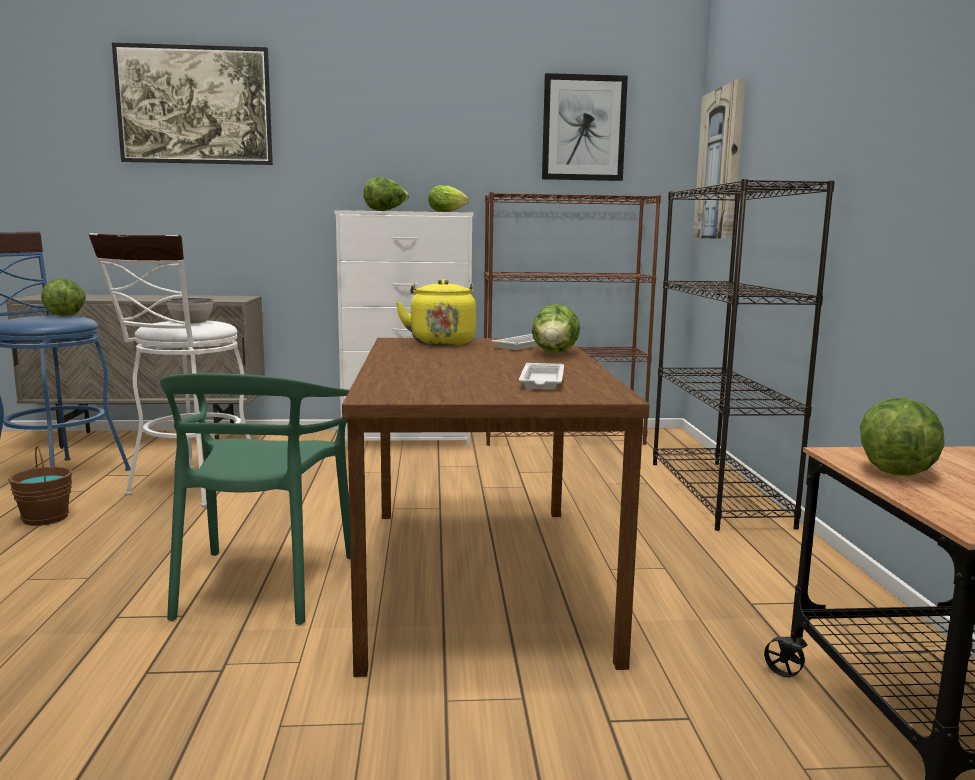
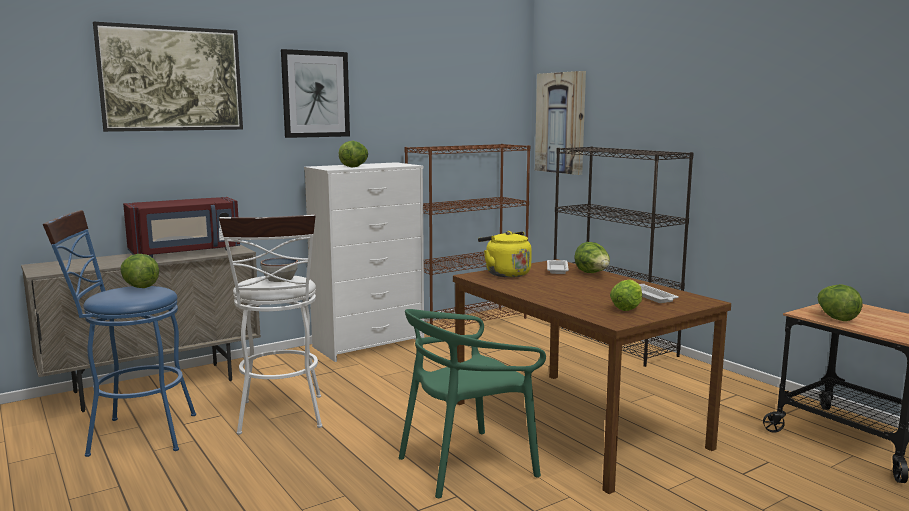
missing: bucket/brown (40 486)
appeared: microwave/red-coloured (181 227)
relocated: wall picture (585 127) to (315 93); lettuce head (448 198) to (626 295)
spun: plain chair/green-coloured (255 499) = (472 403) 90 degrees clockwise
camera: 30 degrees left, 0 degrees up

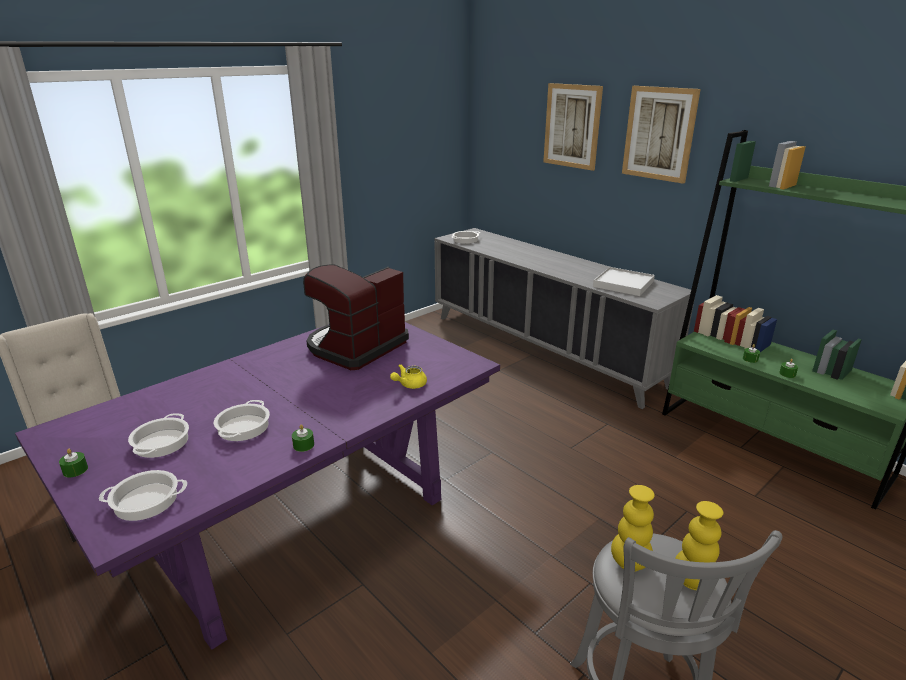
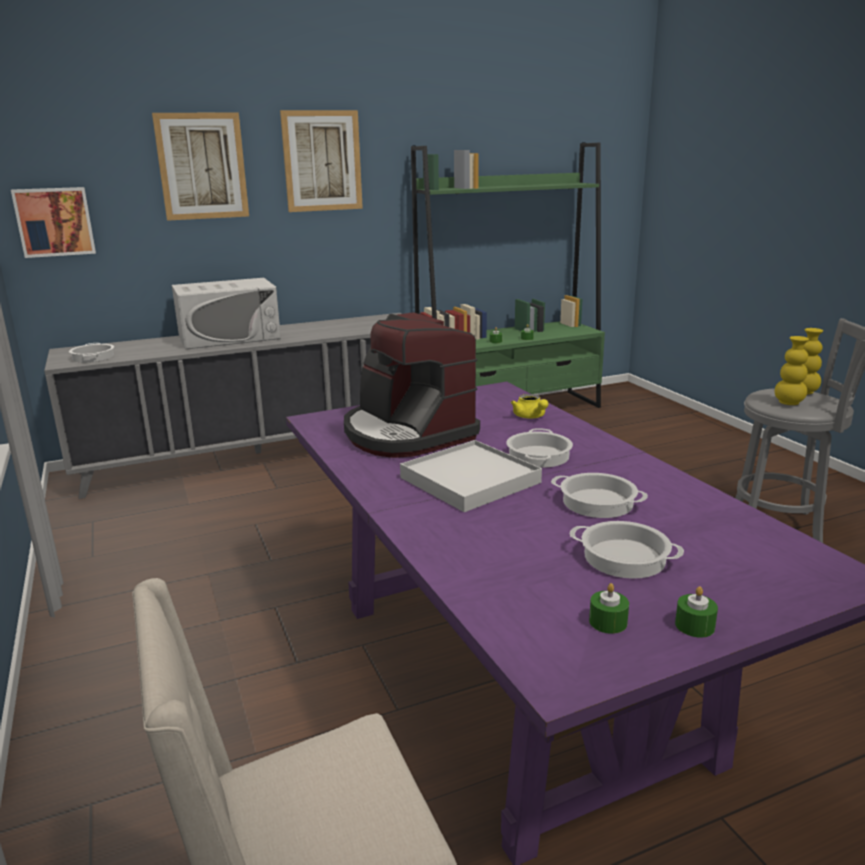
appeared: wall picture (53 222); microwave/white (226 313)
relocated: serving tray/white (624 281) to (471 476); stockpot (143 495) to (540 448); wax candle/green-coloured (303 438) to (609 608)
camera: 70 degrees left, 5 degrees down

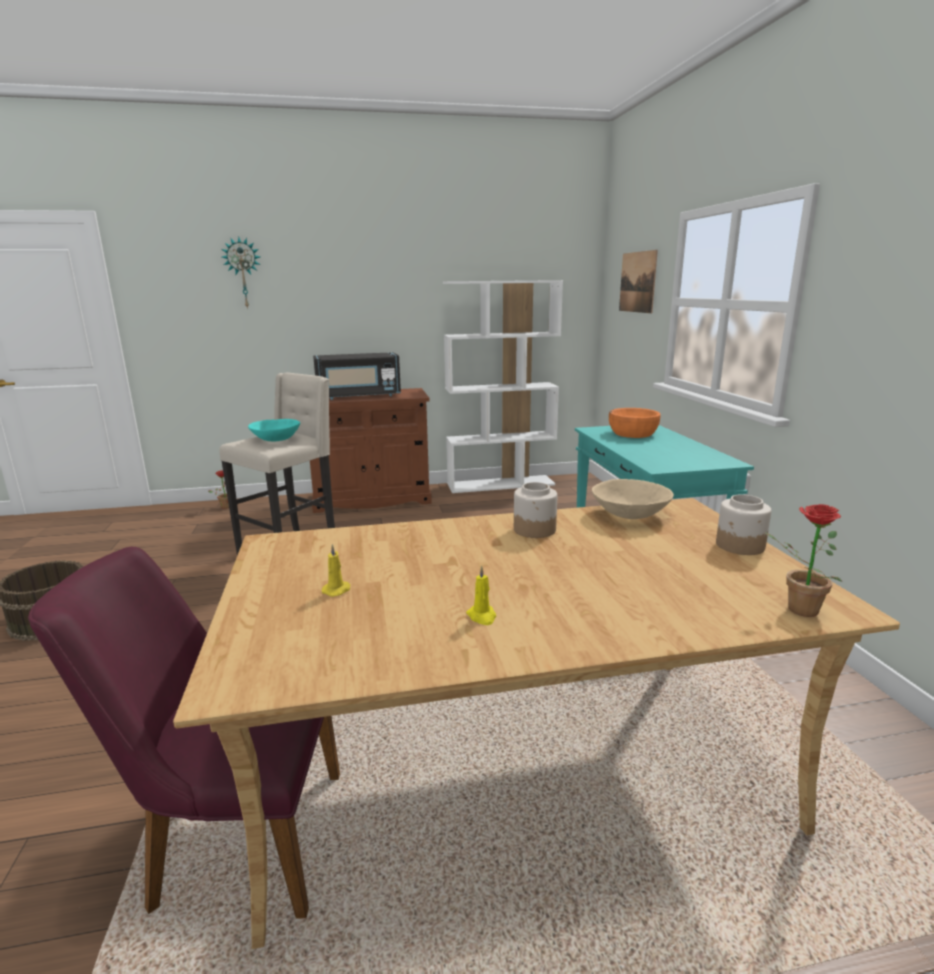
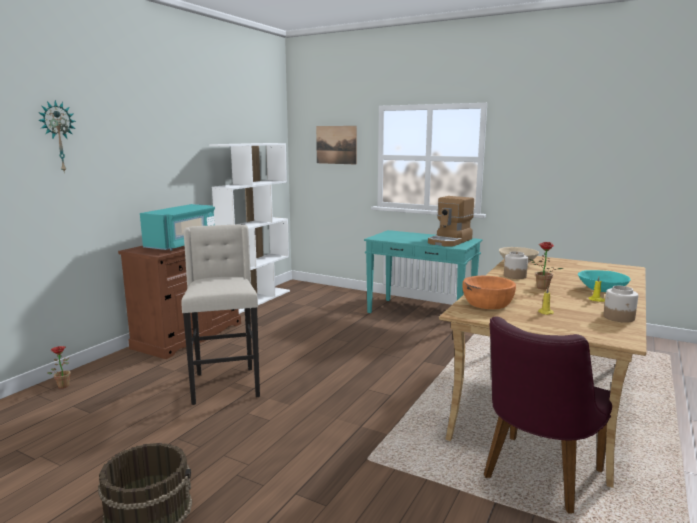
appeared: coffee machine (451 221)
relocated: deep dish/orange (635 423) to (489 292); plant in a pot (804 560) to (546 265); deep dish/turquoise-coloured (274 430) to (604 281); preserve jar (744 524) to (620 304)
colour: microwave/black-coloured (357 376) to microwave/turquoise-coloured (177 227)
camera: 50 degrees left, 5 degrees down

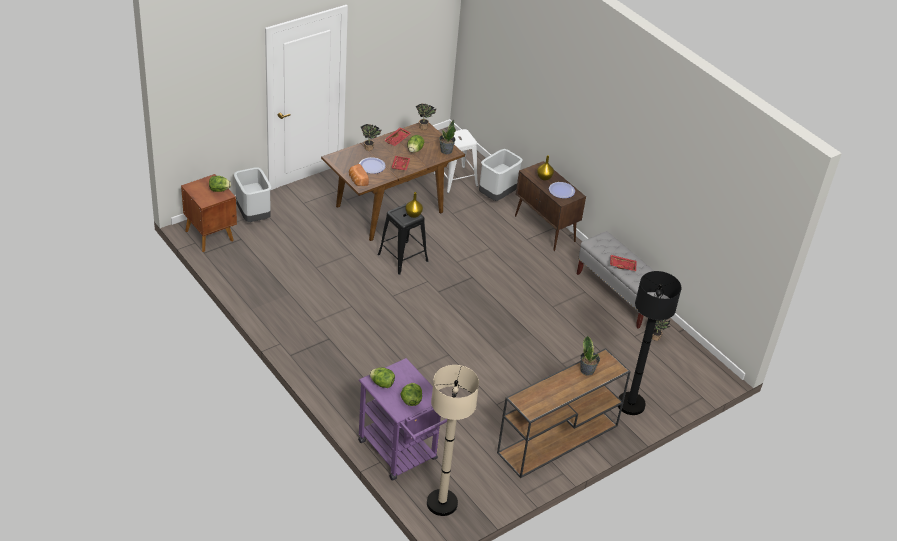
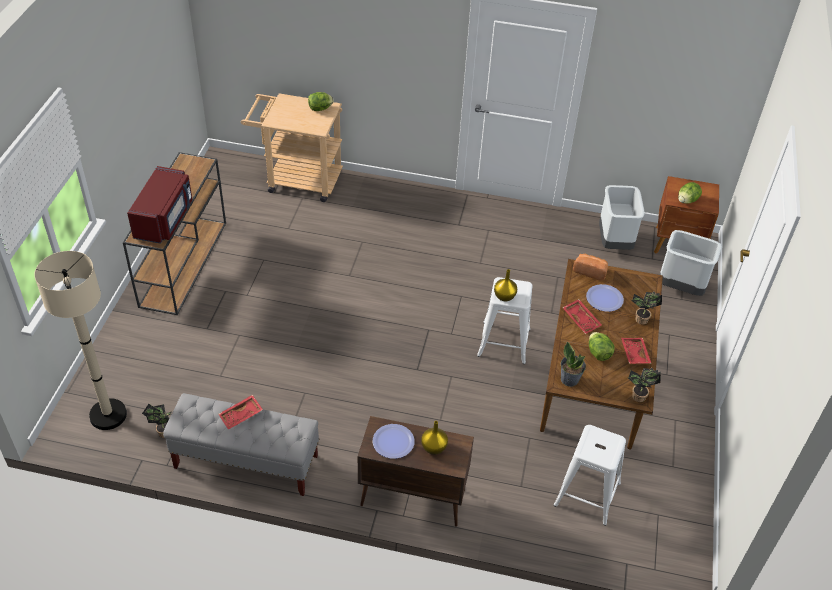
missing: lettuce head (411 394); floor lamp/black-coloured (649 343)
relocated: floor lamp/beige-coloured (453 440) to (80 340); trash can/greyish (501 175) to (621 217)
exchanged: plant in a pot (590 355) to microwave/red-coloured (159 205)
colour: cart/purplish (402 419) to cart/beige-coloured (292 147); stool seat/black-coloured (403 239) to stool seat/white (505 320)
camera: 140 degrees right, 5 degrees up

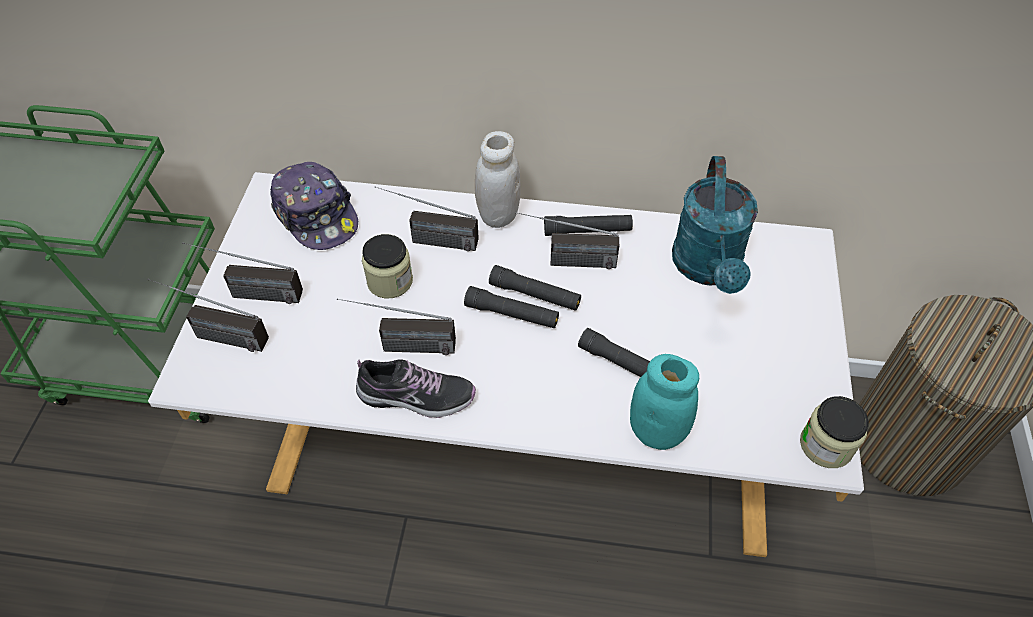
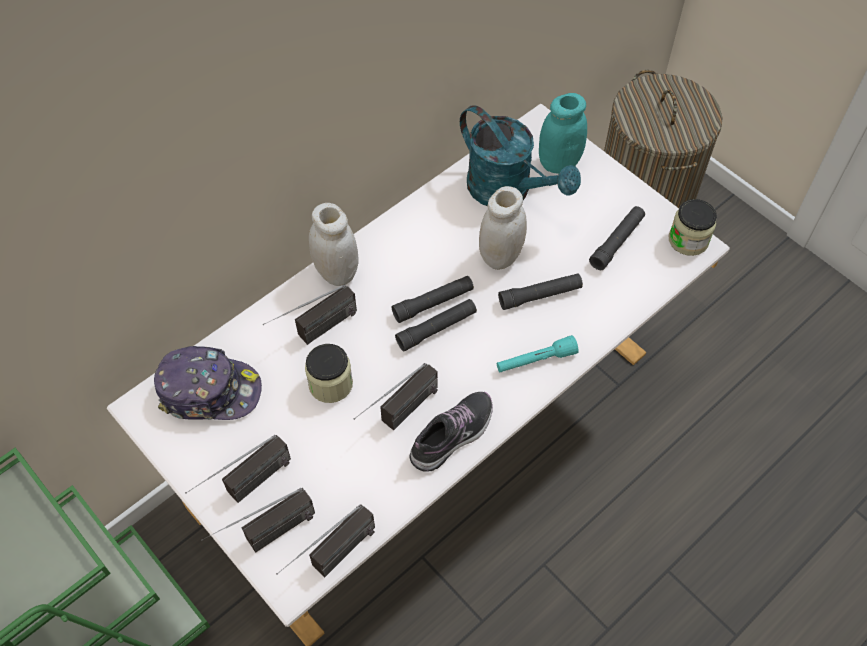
appeared: preserve jar/white (503 228); torch/turquoise-coloured (538 353)
relocated: radio receiver (567 240) to (325 541); preserve jar/turquoise-coloured (664 402) to (563 133); torch/black-coloured (588 225) to (617 238)
camera: 50 degrees left, 5 degrees up

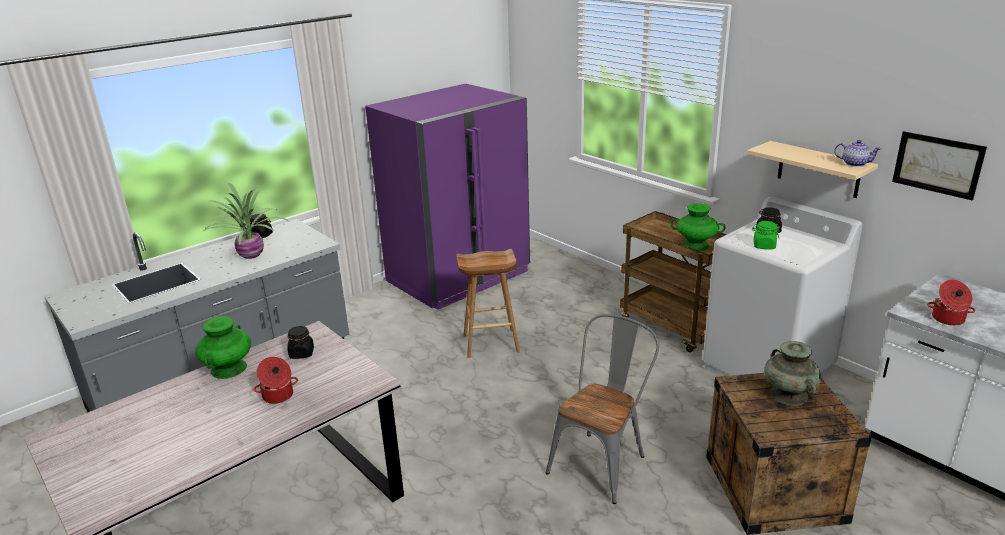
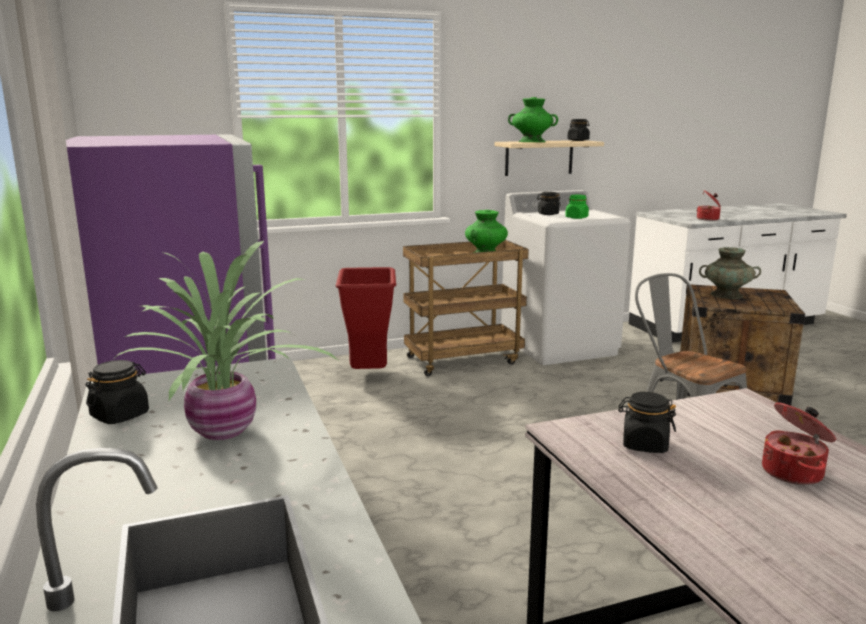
missing: stool seat/brown (488 303); wall picture (939 165)
appeared: trash can/red-coloured (366 318)
relocated: flower vase/green-coloured (223 347) to (533 119)
exchanged: teapot (857 153) to preserve jar/black-coloured (578 130)
camera: 70 degrees left, 10 degrees down

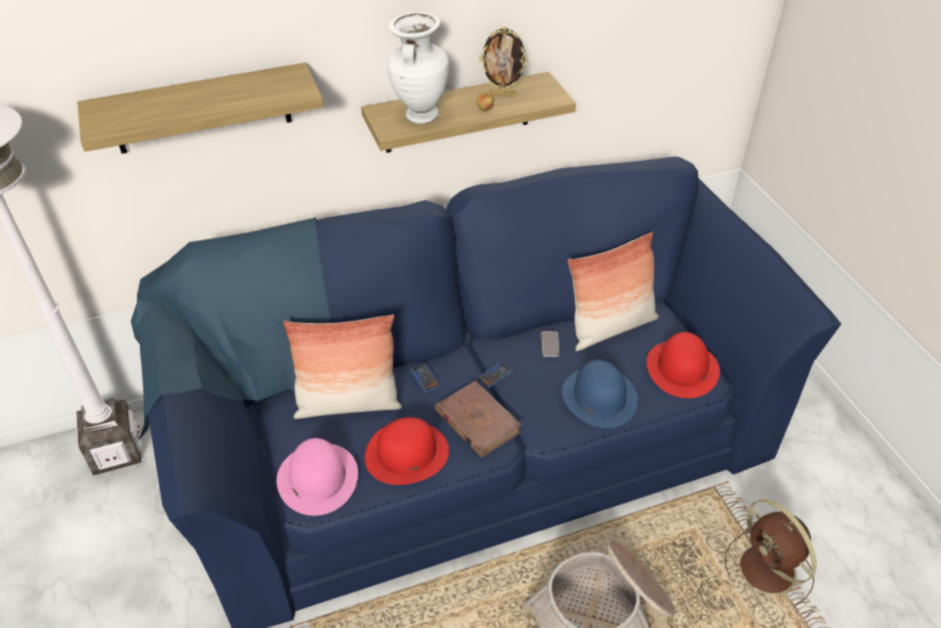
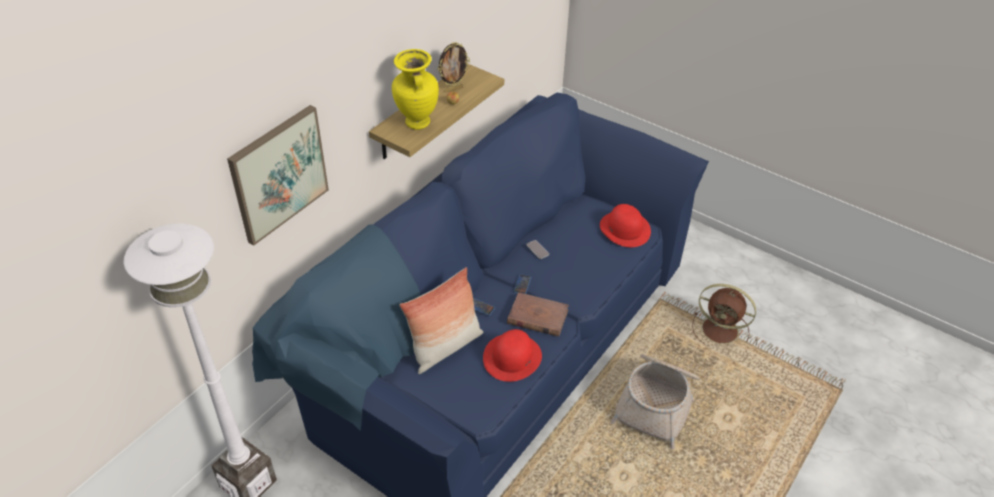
missing: wearable hat/pink (317 477); wearable hat/blue (600 394); pillow (613 291)
exchanged: wall shelf (200 108) to wall picture (278 175)
colour: flower vase/white (418 68) to flower vase/yellowish (415 89)
camera: 35 degrees left, 0 degrees up

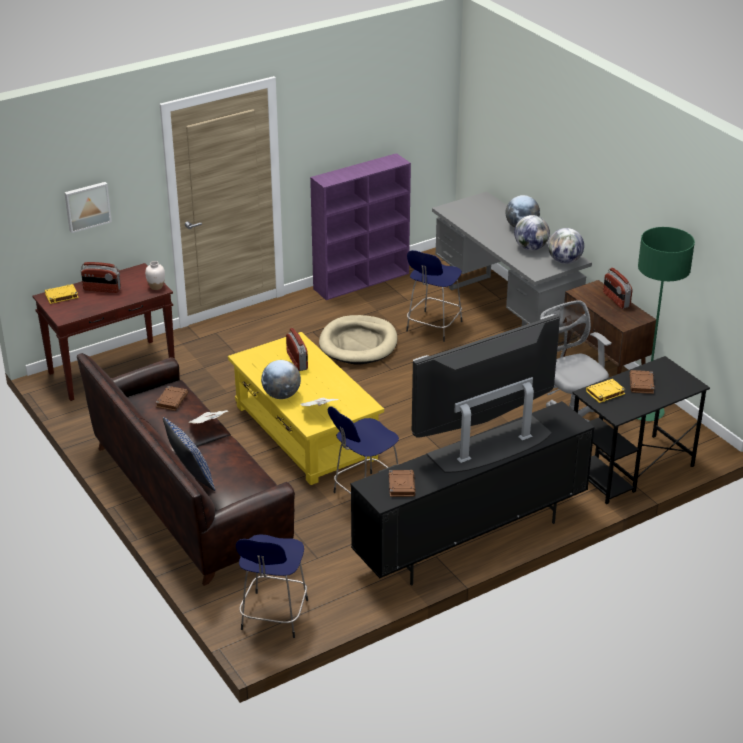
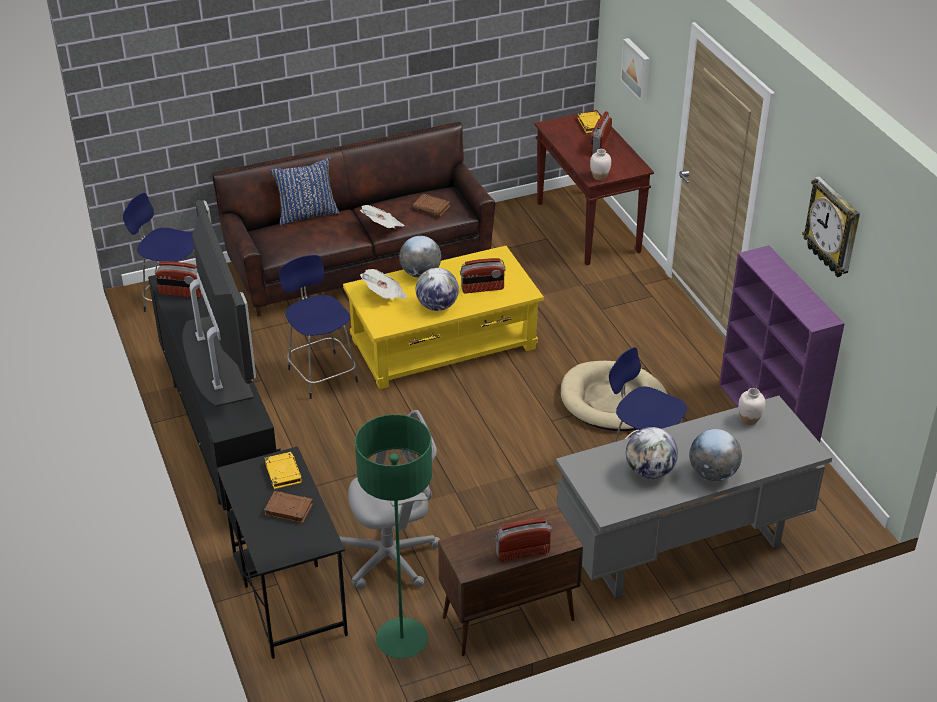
appeared: flower vase/white (752 406); wall clock (831 226)
relocated: desk globe (566 246) to (437 289)
exchanged: bound book/brown (402 483) to radio receiver (178 279)
camera: 100 degrees right, 5 degrees up

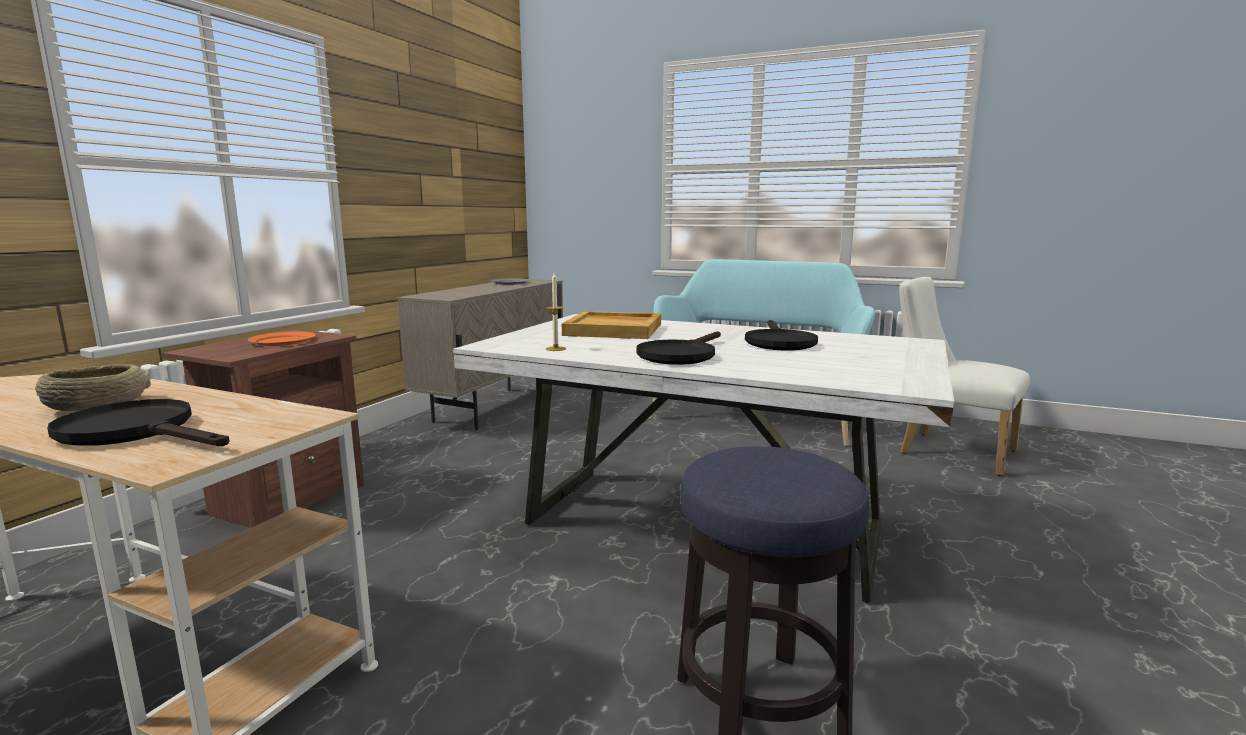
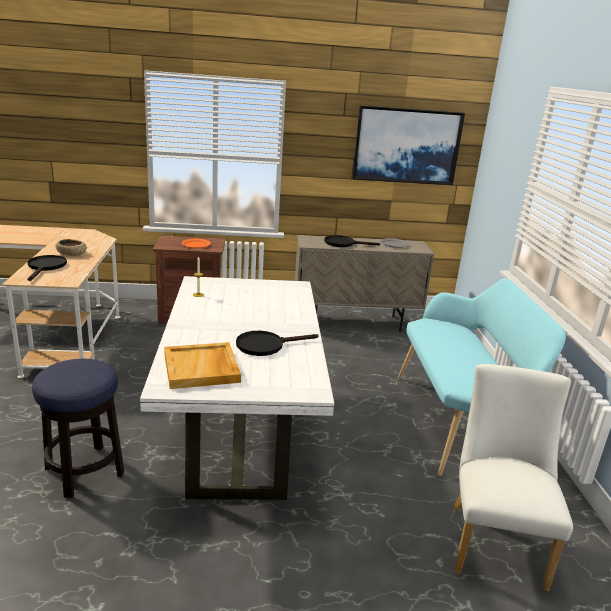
appeared: wall picture (408 145)
relocated: serving tray/beige-coloured (611 325) to (202 365); frying pan/black-coloured (679 348) to (352 241)
camera: 60 degrees right, 10 degrees up

